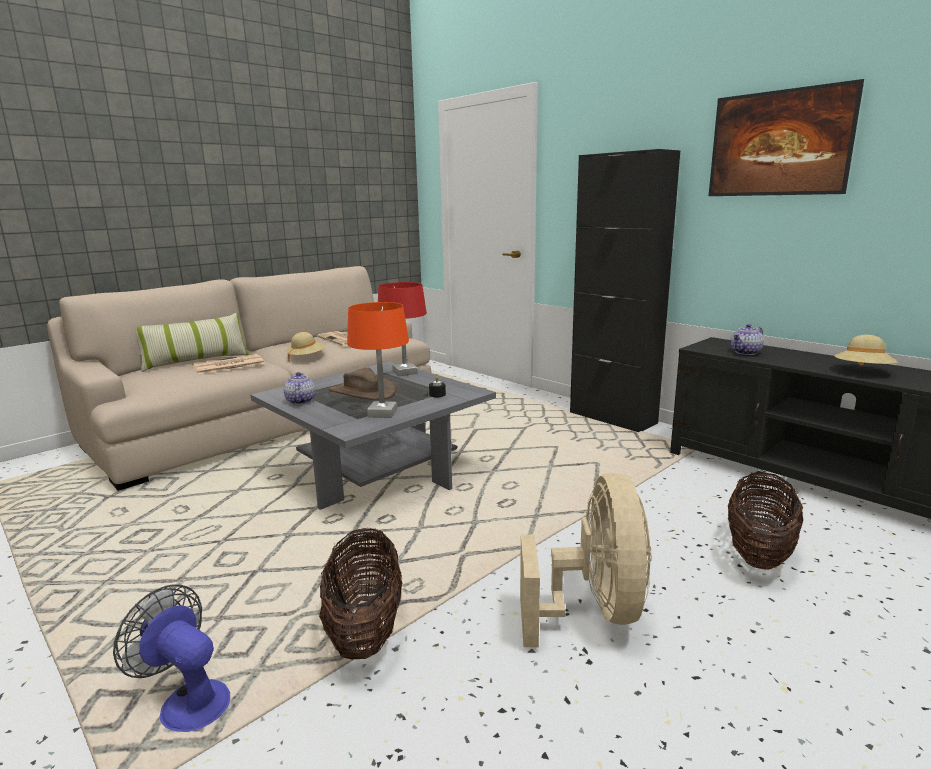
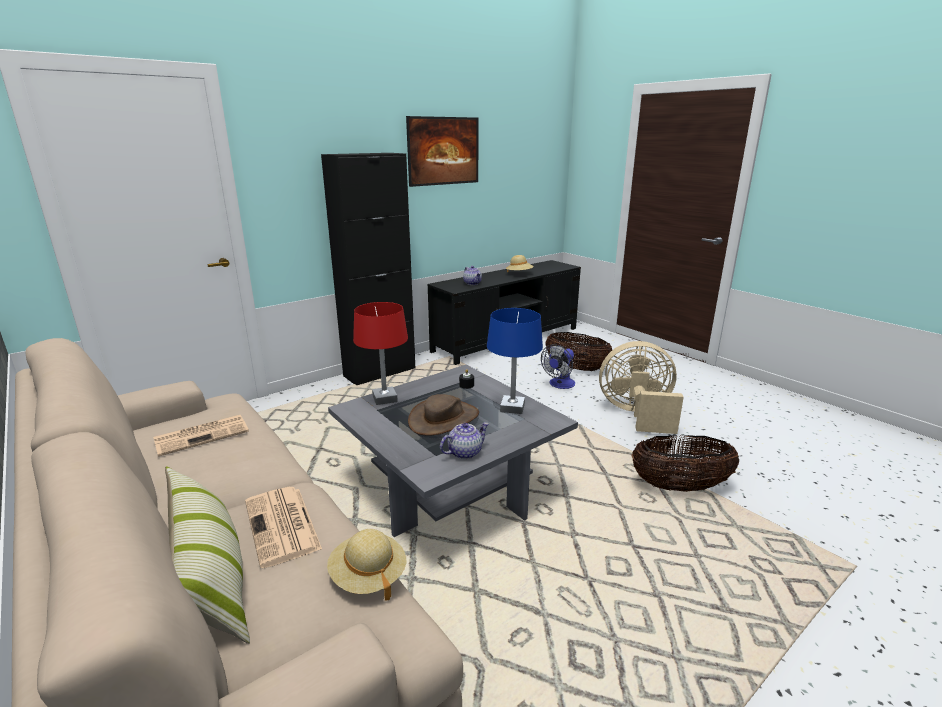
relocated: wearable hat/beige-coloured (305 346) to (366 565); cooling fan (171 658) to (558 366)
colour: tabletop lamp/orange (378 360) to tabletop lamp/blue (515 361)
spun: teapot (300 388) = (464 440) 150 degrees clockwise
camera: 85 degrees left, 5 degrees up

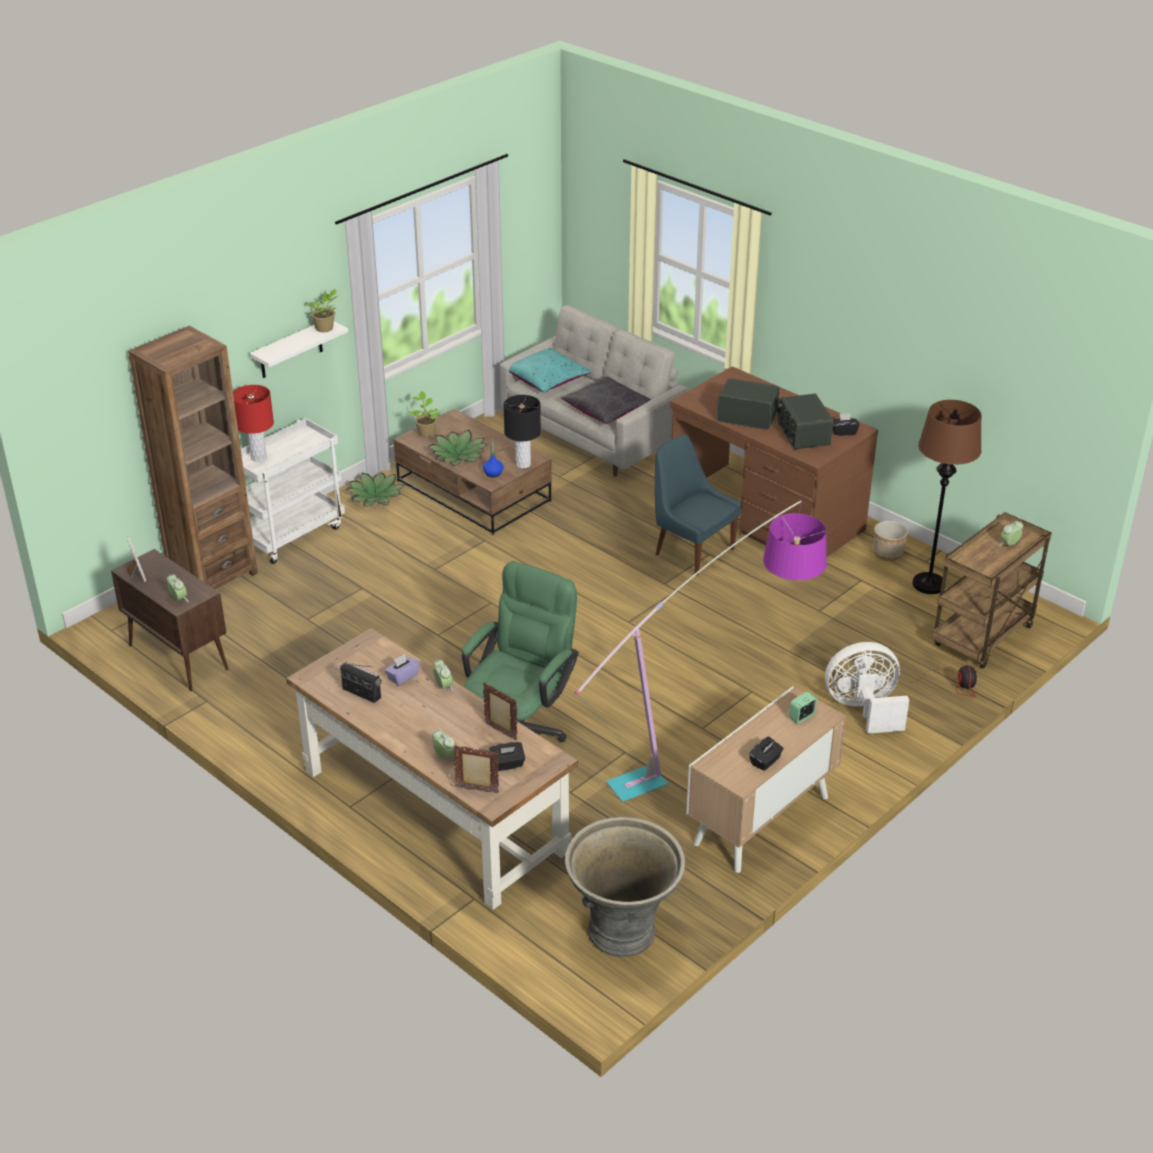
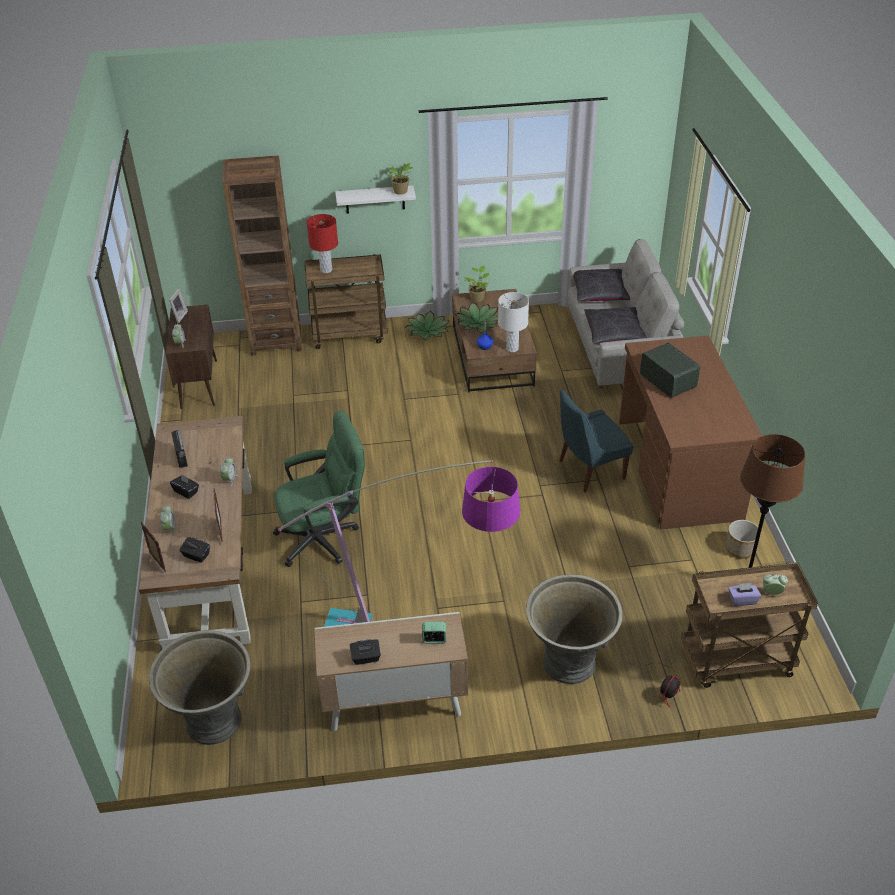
missing: radio receiver (805 421)
relocated: box of tissues/black-coloured (846 424) to (184 486); box of tissues/purplish (402 670) to (744 594)
exchanged: cooling fan/white (867 688) to plant pot/greyish (574 629)
colour: cart/white (293 491) to cart/brown (346 301); tabletop lamp/black-coloured (522 431) to tabletop lamp/white (513 322); pillow/turquoise-coloured (550 369) to pillow/black-coloured (601 285)
spun: plain chair/blue (698 505) = (596 441) 105 degrees counterclockwise
camera: 40 degrees right, 5 degrees up

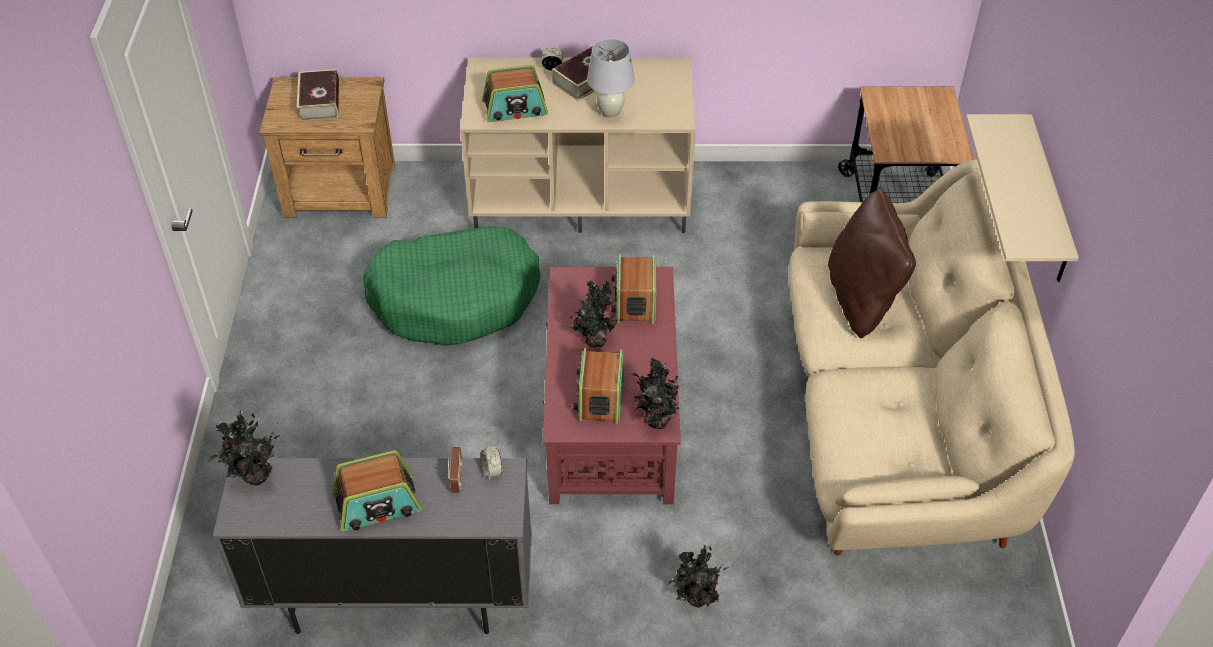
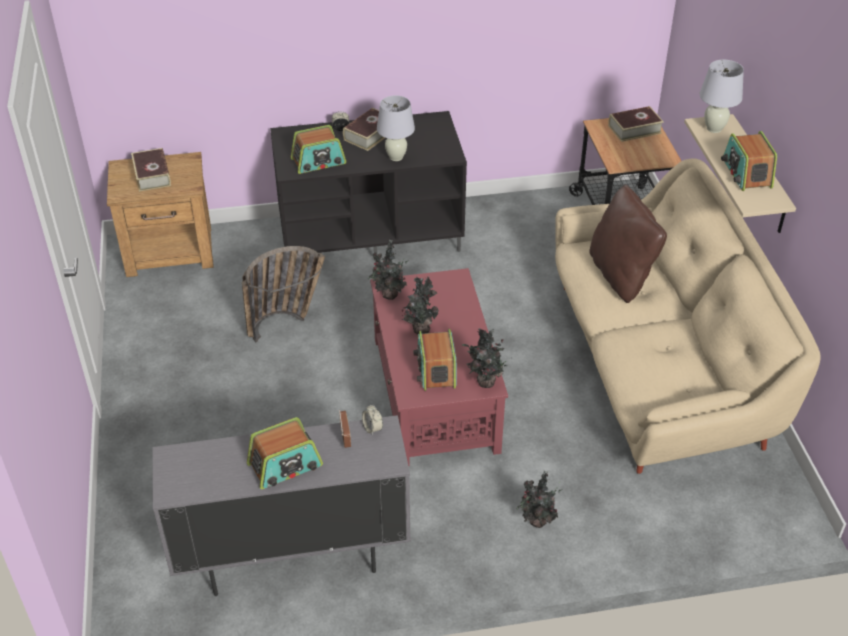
appeared: bound book (636 124); tabletop lamp/white (722 96)
relocated: plant in a pot (244 448) to (388 270); radio receiver (633 289) to (749 161)
exchanged: dog cushion/green-coloured (452 286) to storage basket (283 294)
colour: tv stand/beige-coloured (578 145) to tv stand/black-coloured (368 186)
camera: 10 degrees left, 5 degrees down

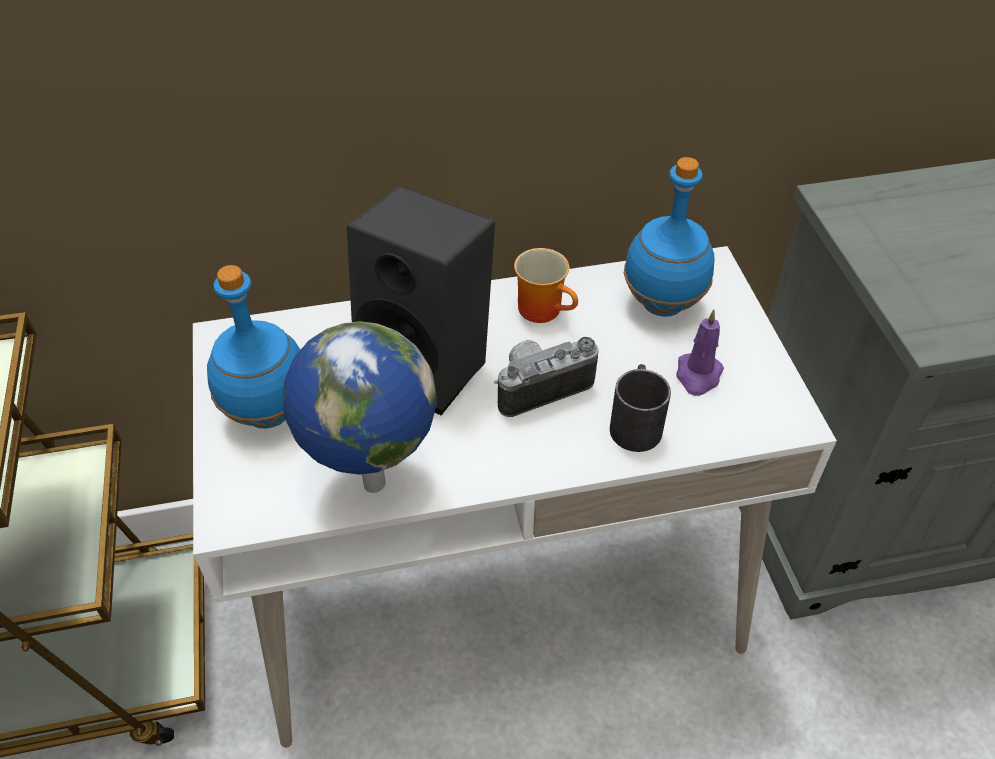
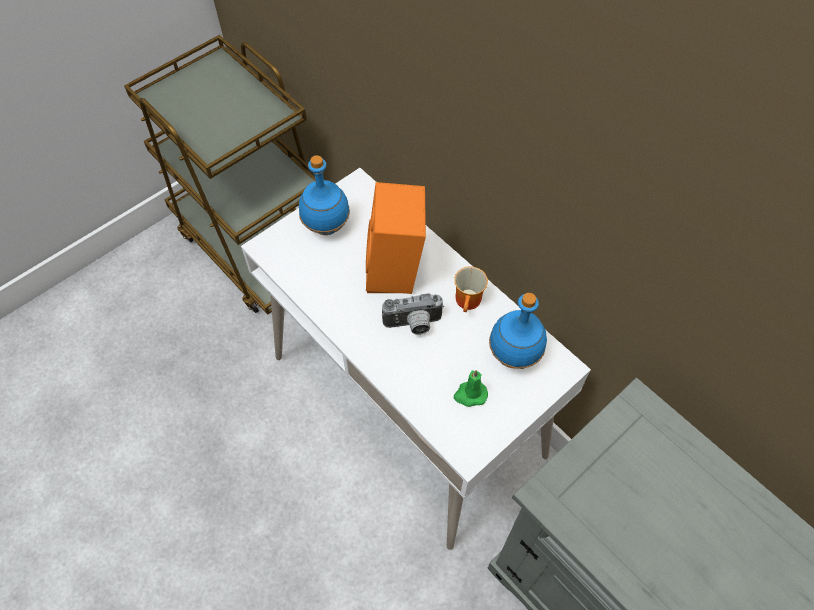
missing: desk globe (360 407); tea mug/black-coloured (640 408)
colour: loudspeaker/black-coloured (421 300) to loudspeaker/orange (396 238); wax candle/purplish (700 352) to wax candle/green-coloured (471 388)
spun: photo camera (546 377) = (413 314) 135 degrees clockwise
camera: 60 degrees right, 10 degrees up

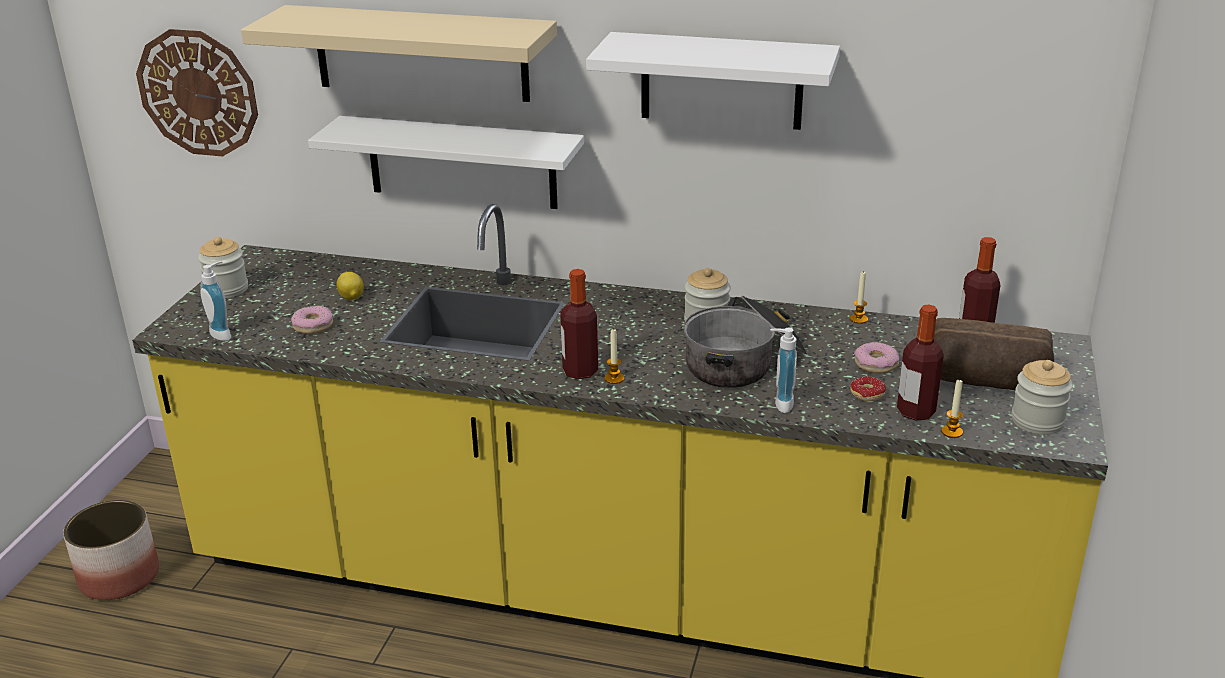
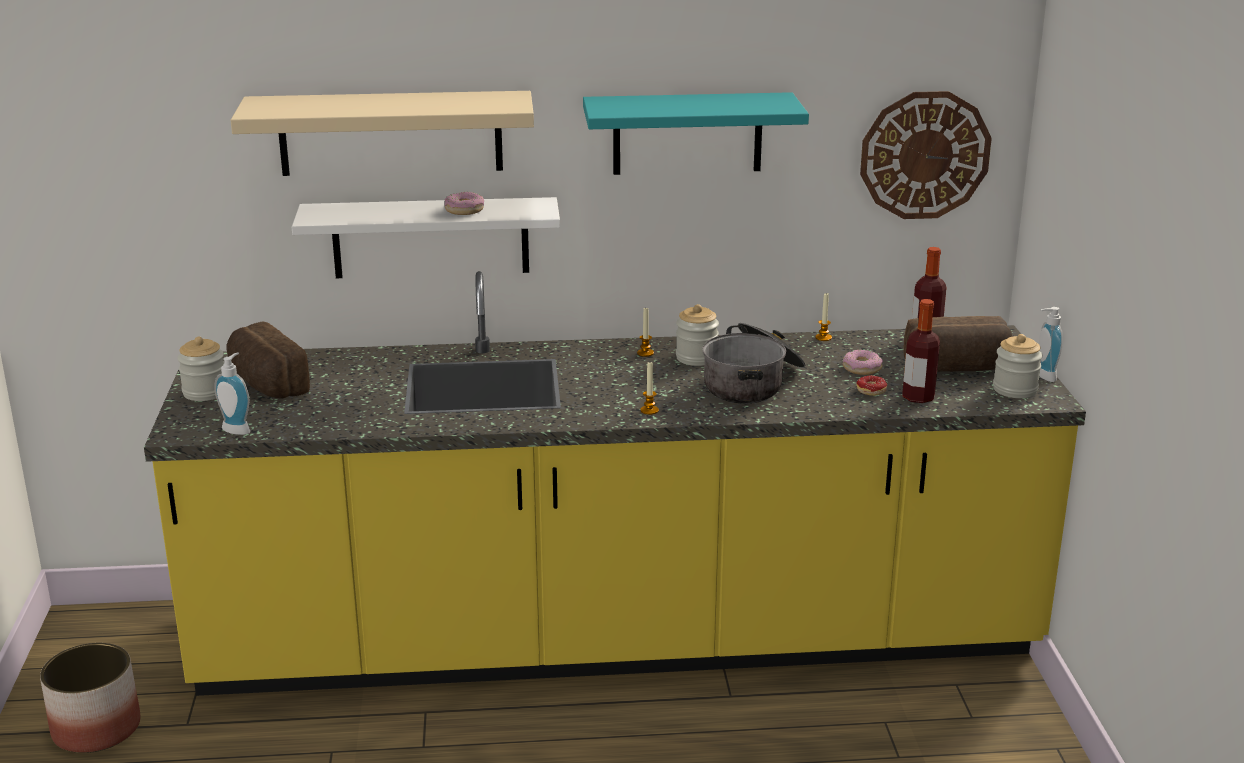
missing: citrus fruit (350 286); drink bottle (579 324)
appeared: baked bread (268 360)
relocated: donut (312 320) to (464 203); wax candle (952 408) to (645 332); wall clock (197 93) to (926 155); soap bottle (783 370) to (1051 344)
colour: wall shelf/white (713 81) to wall shelf/turquoise-coloured (696 133)
camera: 20 degrees left, 5 degrees down

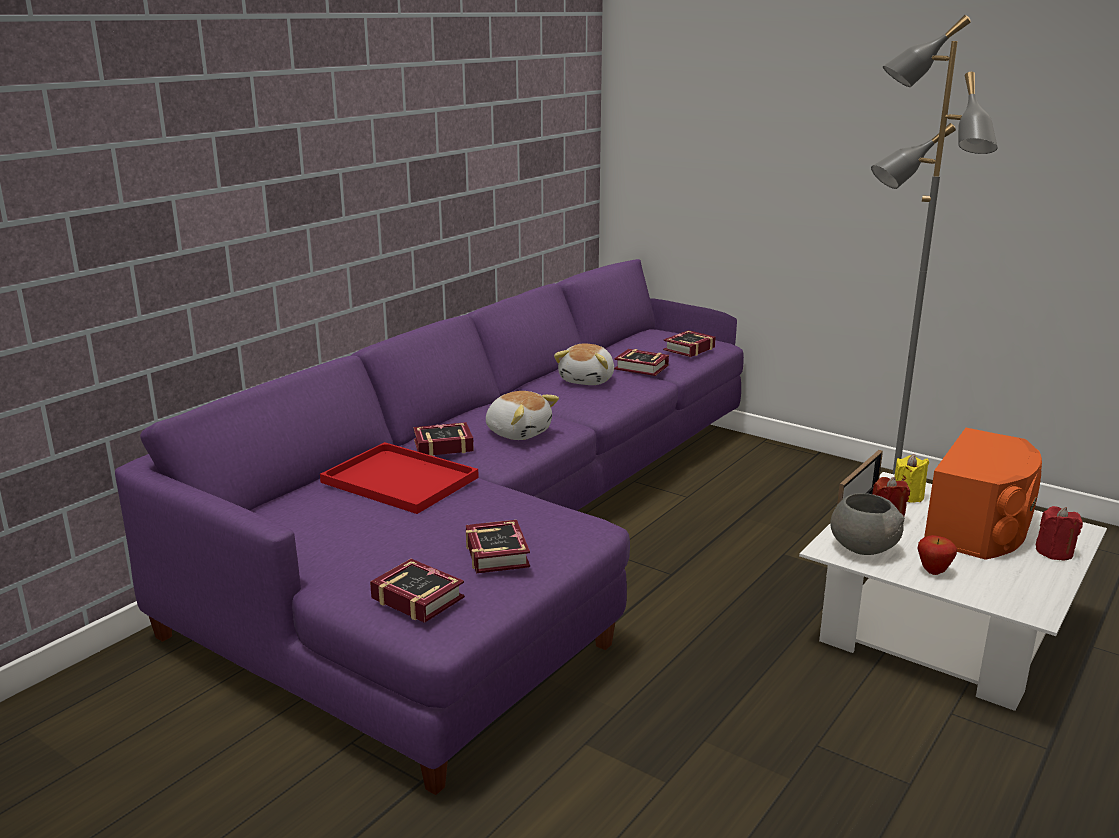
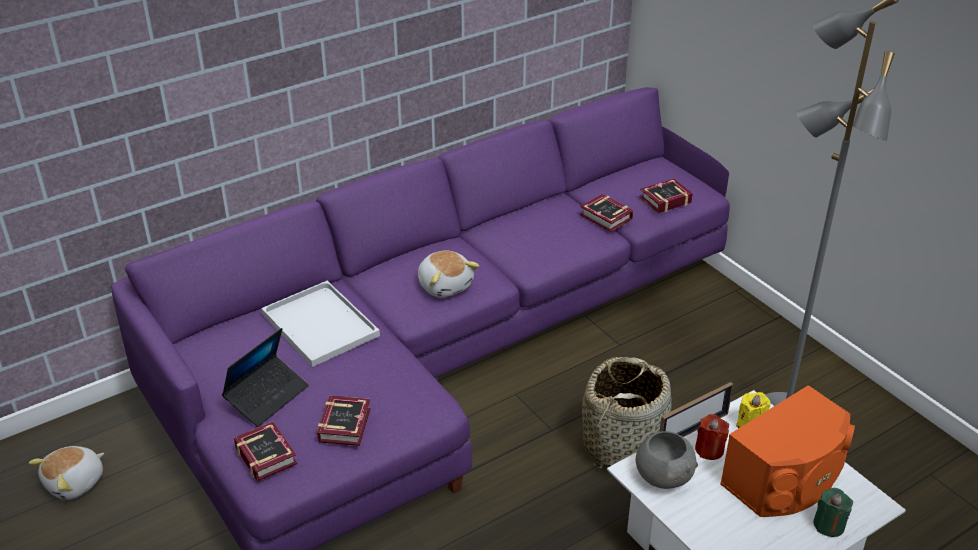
missing: bound book (443 439); whole apple (937 555)
appeared: laptop (265 377); storage basket (626 413)
relocated: plush toy (584 364) to (66 473)
colour: serving tray/red-coloured (399 478) to serving tray/white (320 324); wax candle/red-coloured (1059 533) to wax candle/green-coloured (833 512)
camera: 20 degrees right, 15 degrees up

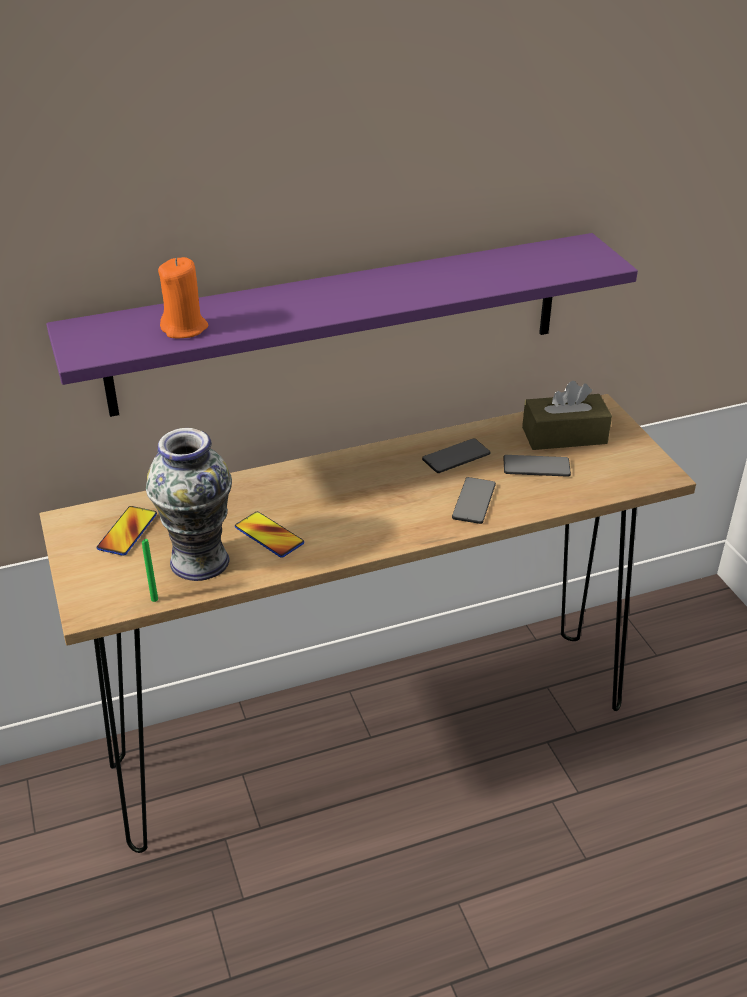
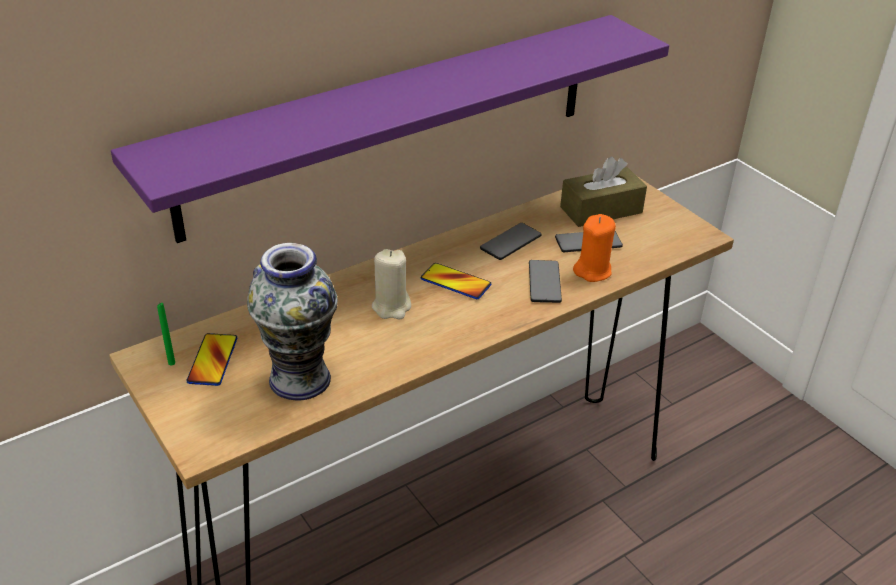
appeared: wax candle/beige-coloured (391 284)
relocated: wax candle/green-coloured (150 570) to (166 334); phone (269 535) to (456 281); wax candle/orange (183 297) to (594 248)
camera: 15 degrees left, 0 degrees up

